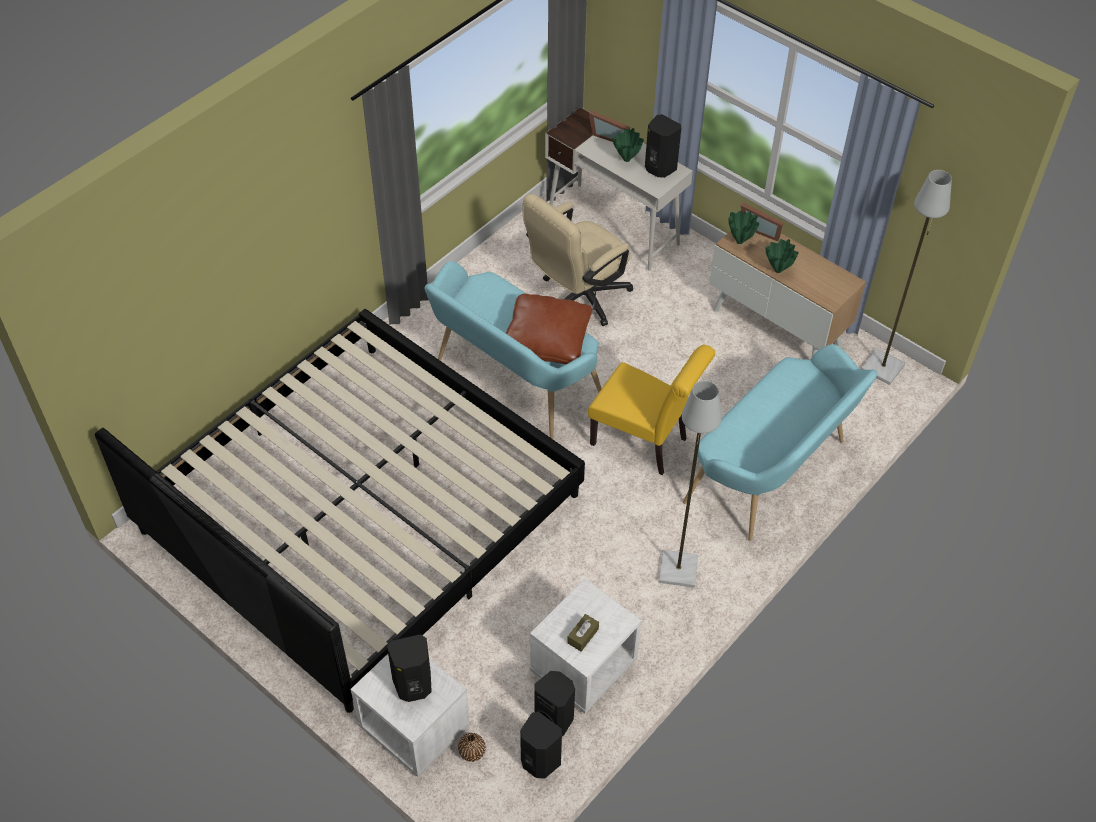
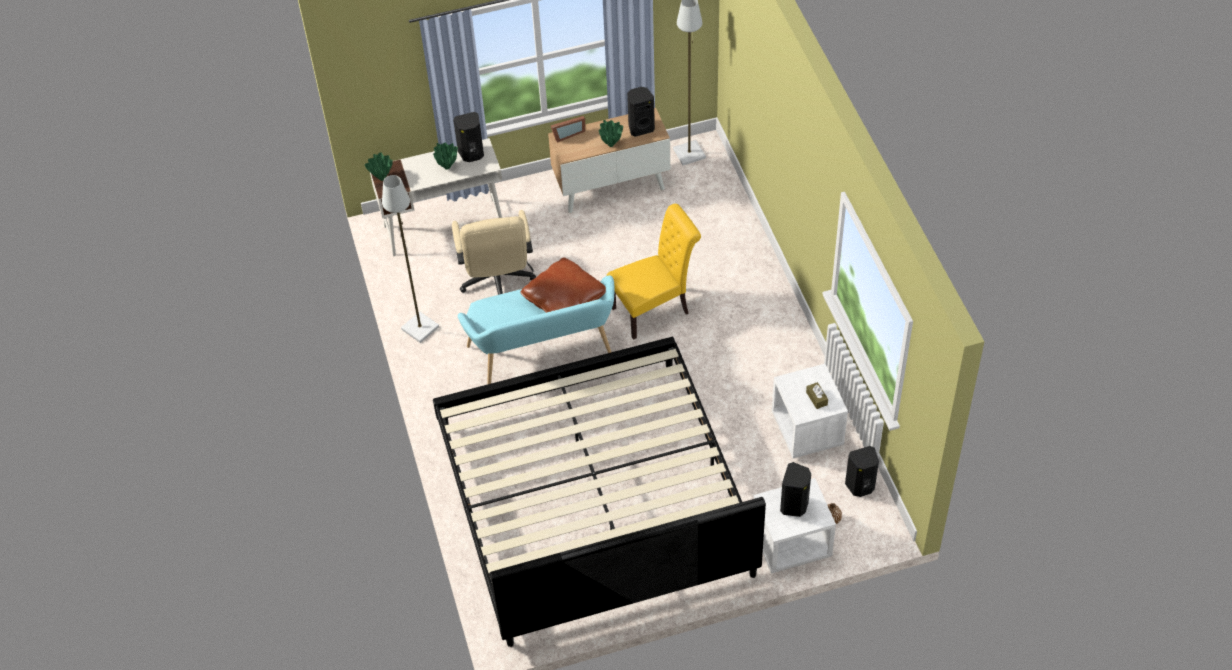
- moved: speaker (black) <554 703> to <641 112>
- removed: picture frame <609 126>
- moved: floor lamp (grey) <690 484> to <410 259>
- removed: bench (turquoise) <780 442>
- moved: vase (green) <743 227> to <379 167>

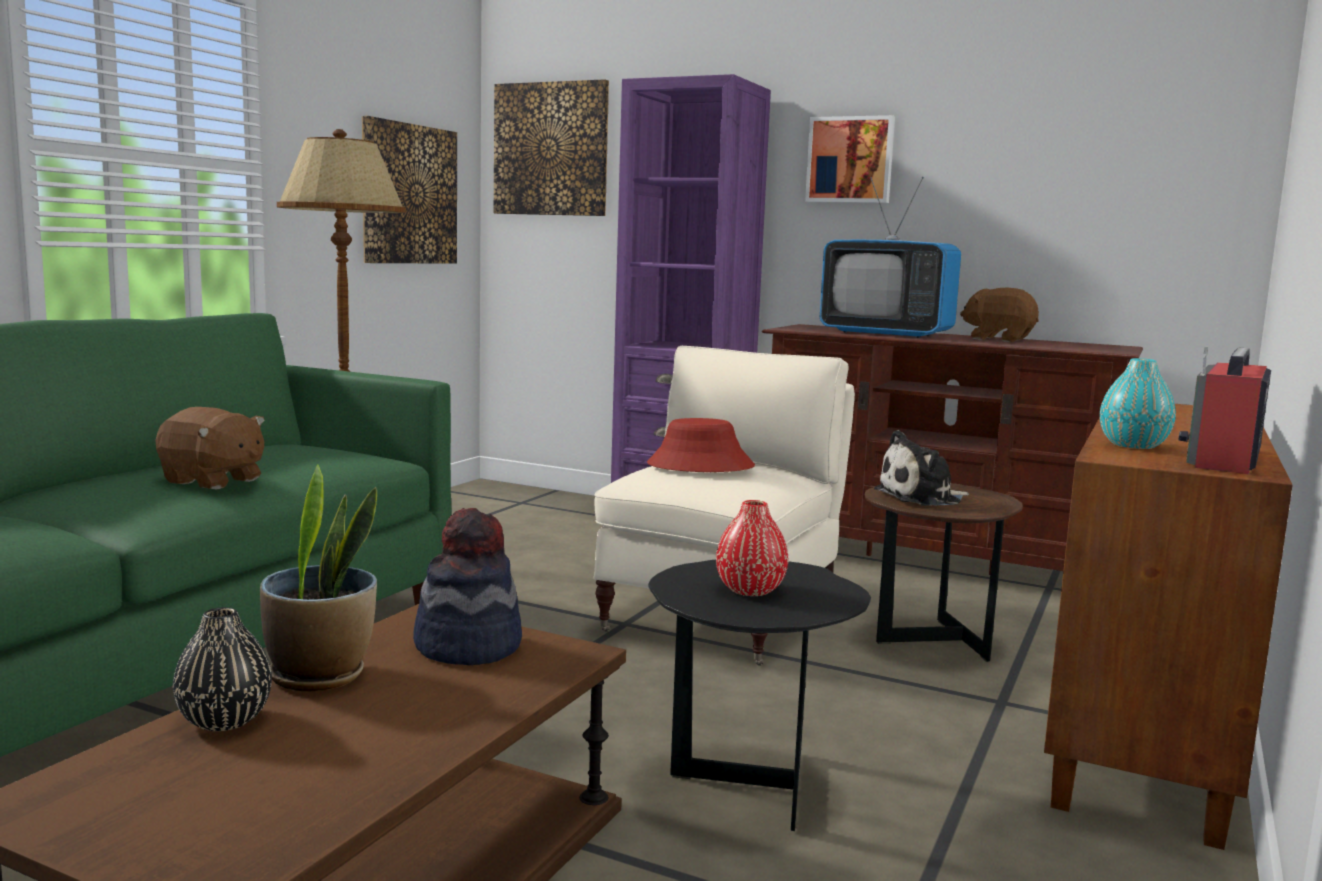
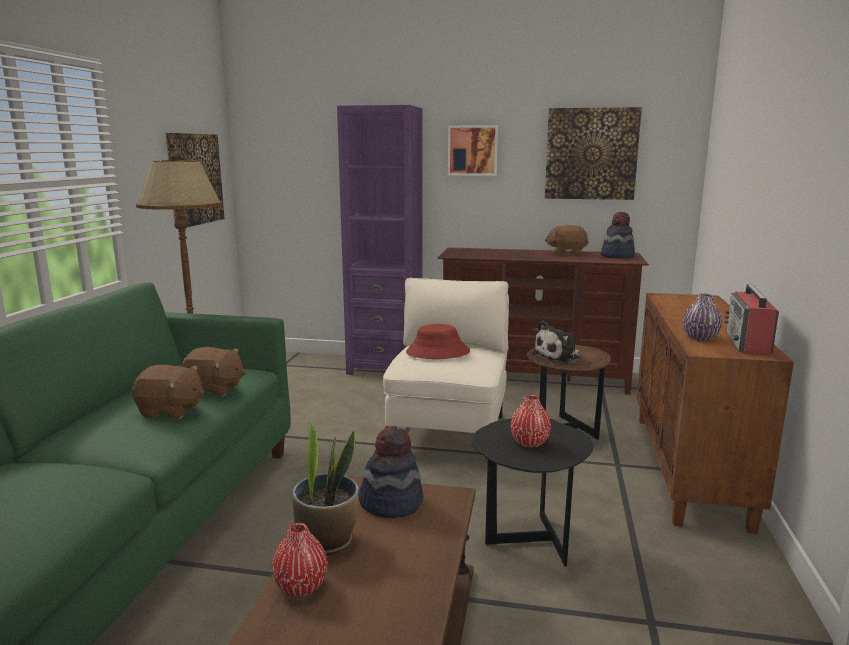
- recoloured: vase (black) <222 669> to vase (red) <299 559>
- moved: picture <551 147> to <593 153>
- removed: television <890 257>
- recoloured: vase (turquoise) <1138 403> to vase (purple) <702 317>
- added: plush toy (brown) <212 371>
- added: hat <618 235>

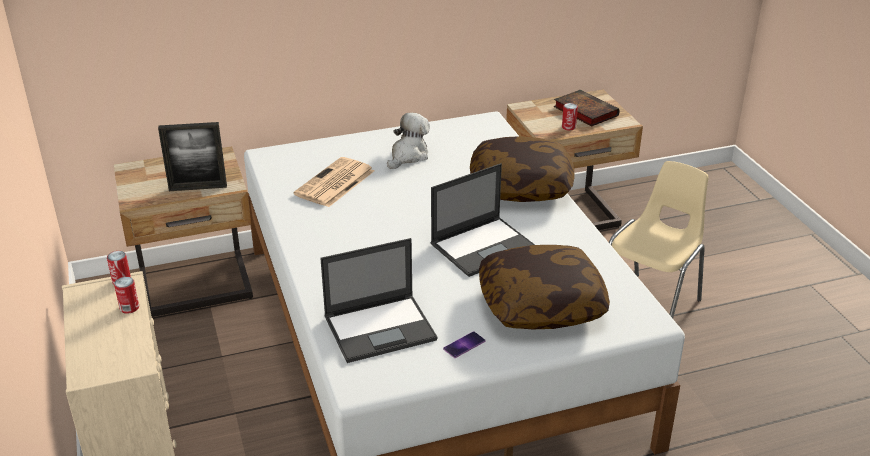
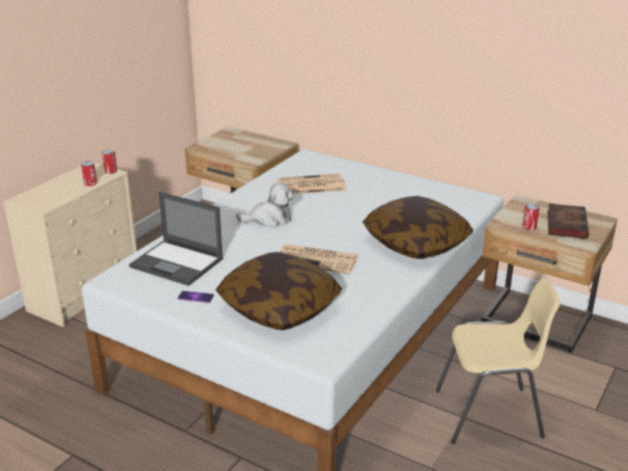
- removed: picture frame <192 156>
- moved: plush toy <408 141> to <265 205>
- replaced: laptop <483 220> to newspaper <319 259>

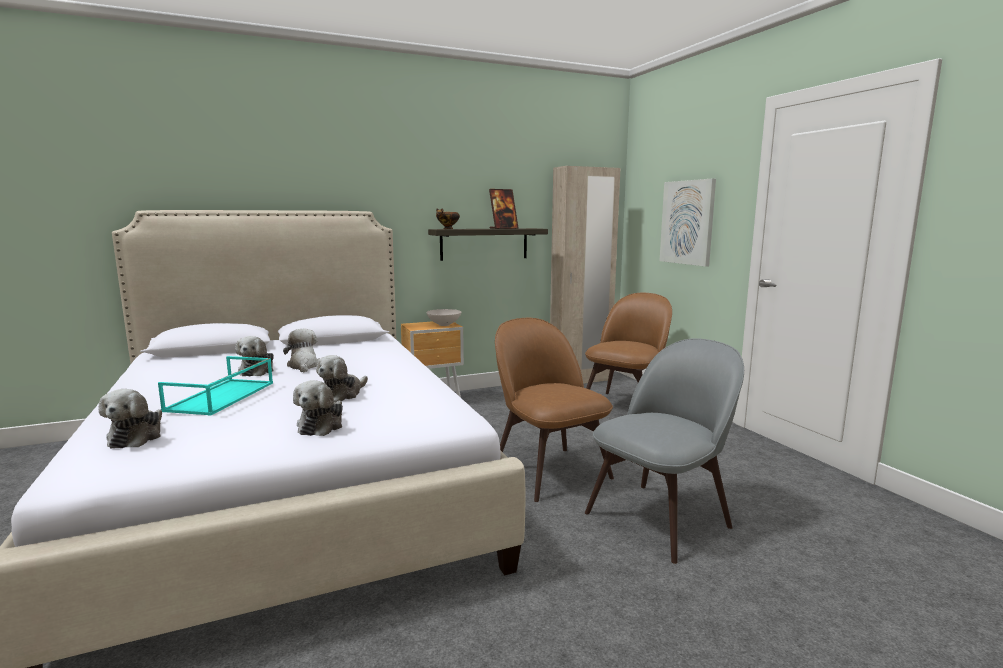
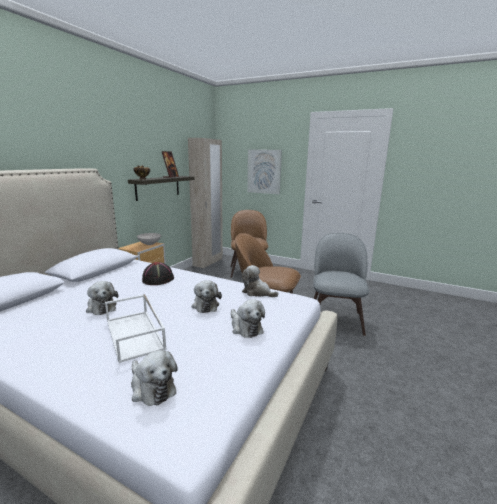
- recoloured: tray (turquoise) <215 386> to tray (white) <135 328>
- moved: plush toy <301 350> to <260 281>
- added: hat (black) <158 273>

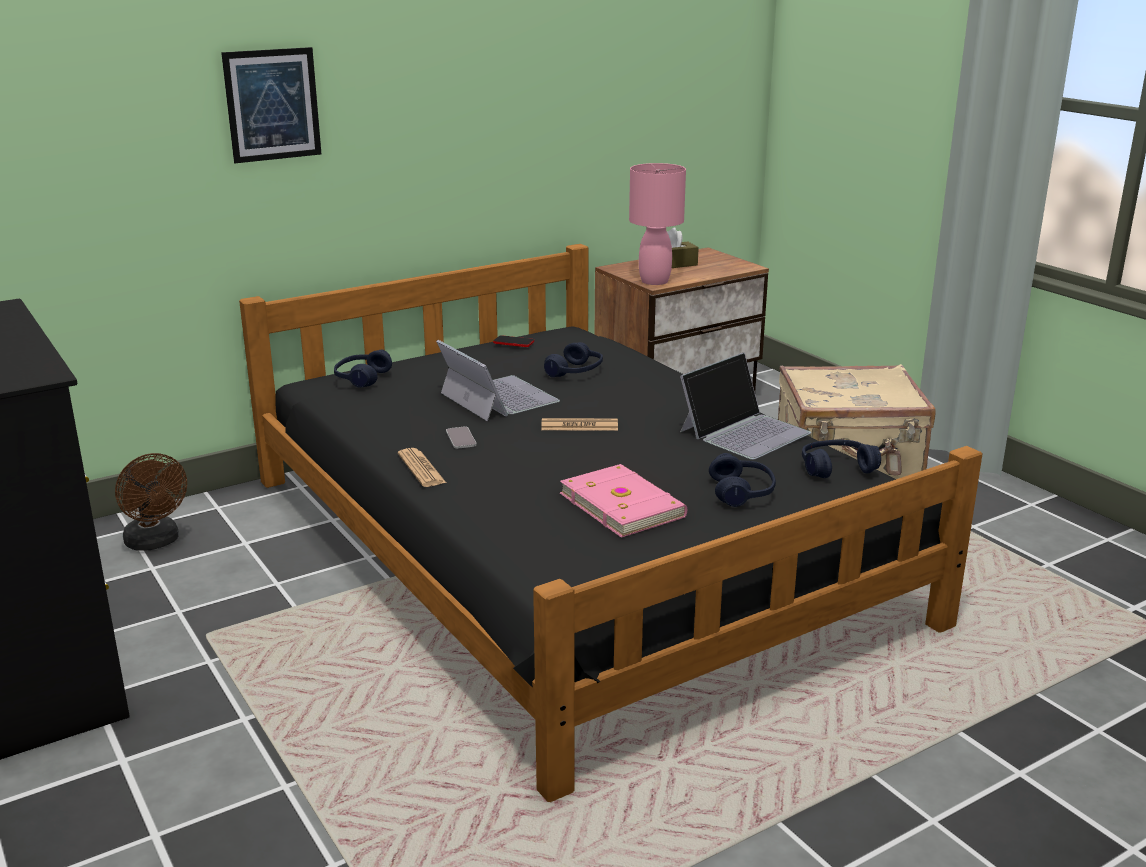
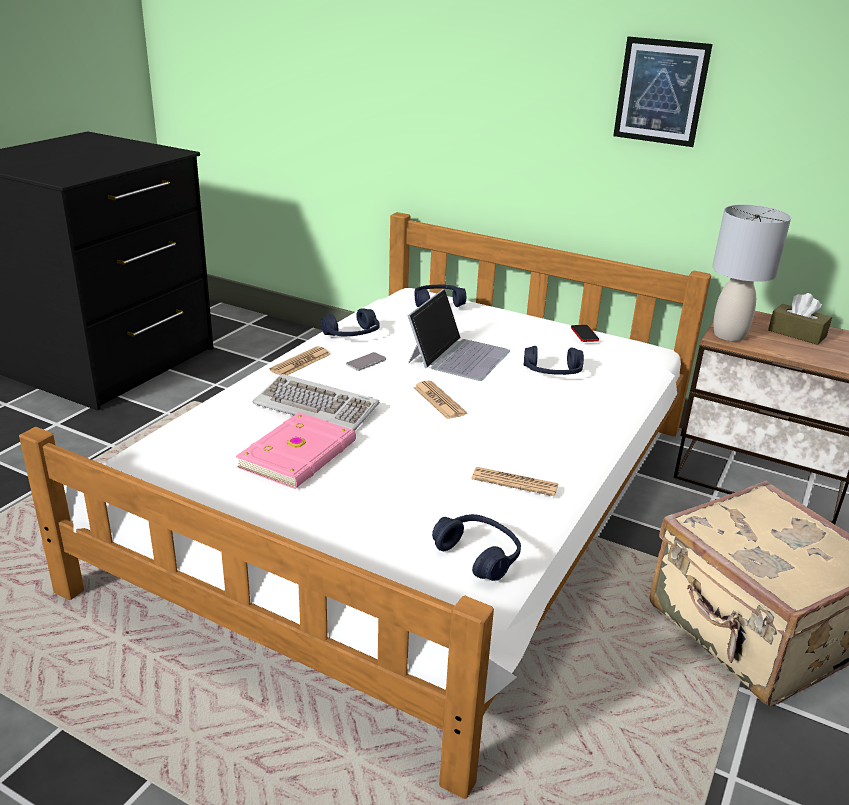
- removed: fan (brown) <151 502>
- moved: picture <271 105> to <663 91>
- recoloured: bed (black) <611 523> to bed (white) <365 505>
- recoloured: table lamp (pink) <657 224> to table lamp (grey) <751 272>
- replaced: laptop <745 406> to newspaper <514 481>
- moved: headphones (blue) <742 480> to <350 322>
- added: keyboard <316 402>

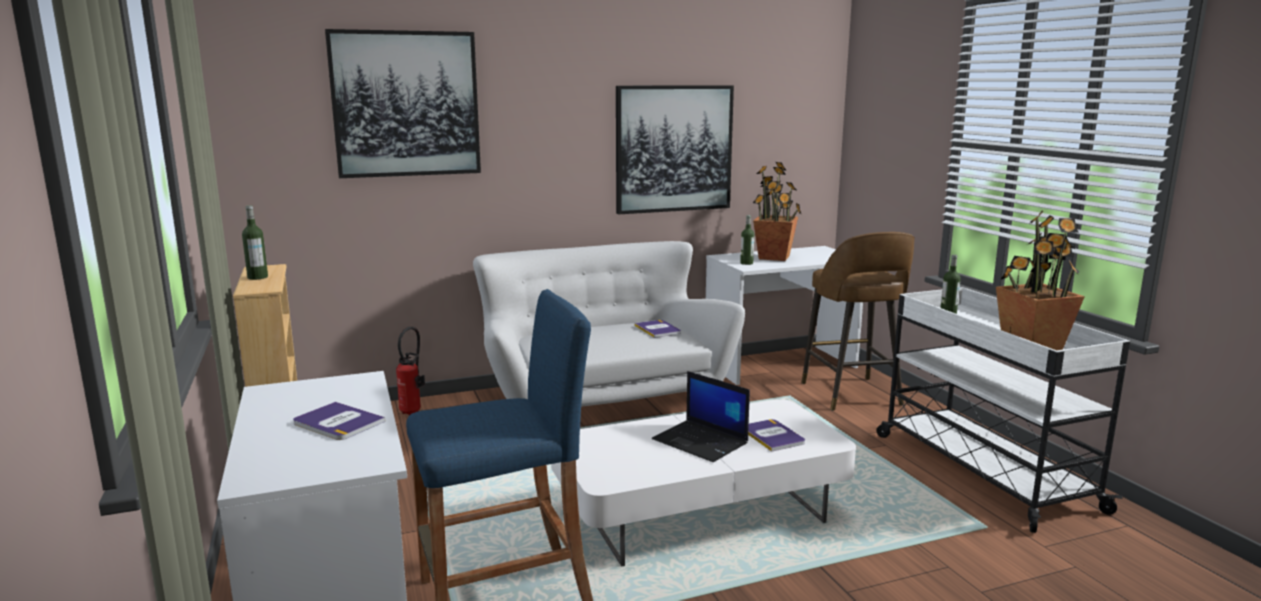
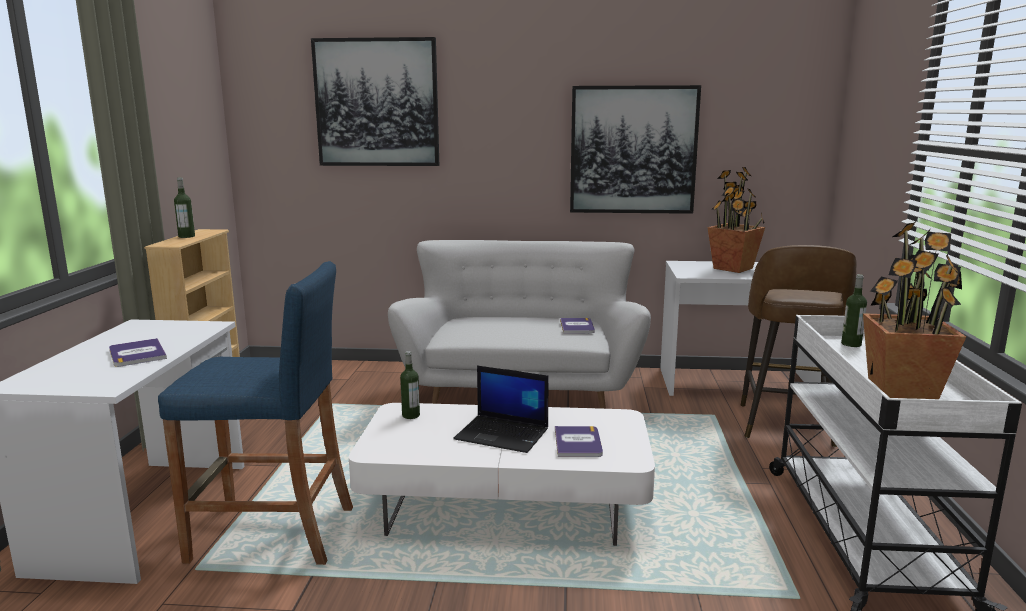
- removed: fire extinguisher <410 371>
- turned: laptop <701 416> = <501 409> 45 degrees counterclockwise
- moved: bottle <747 240> to <410 385>

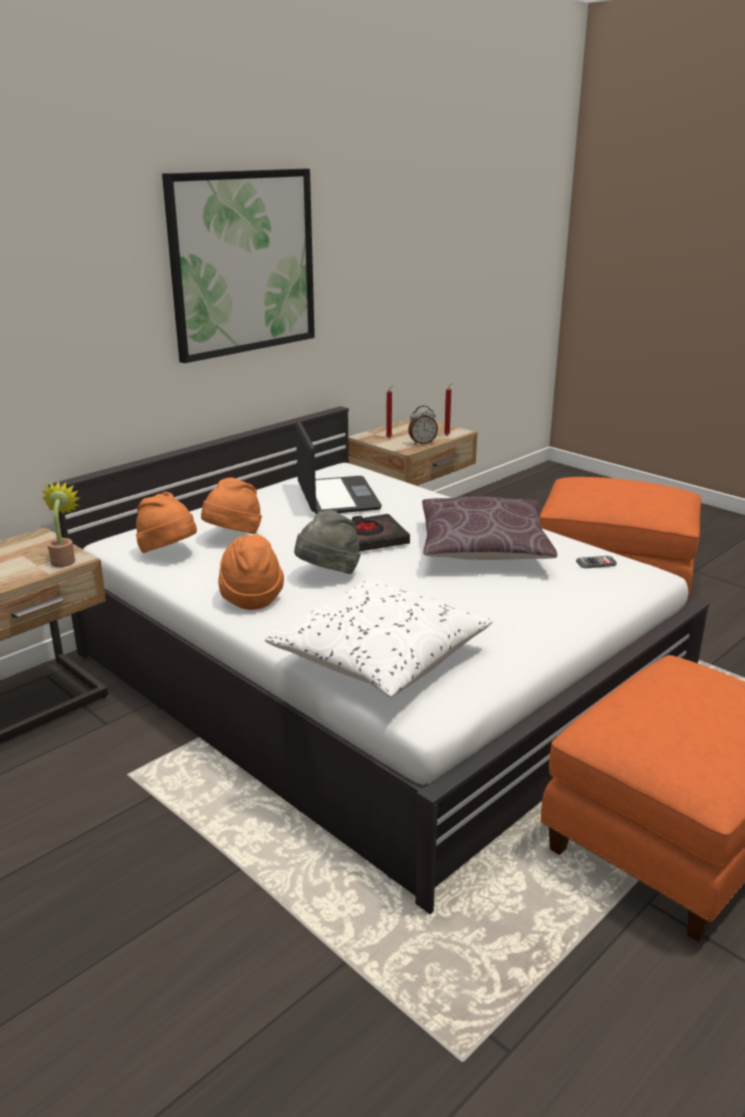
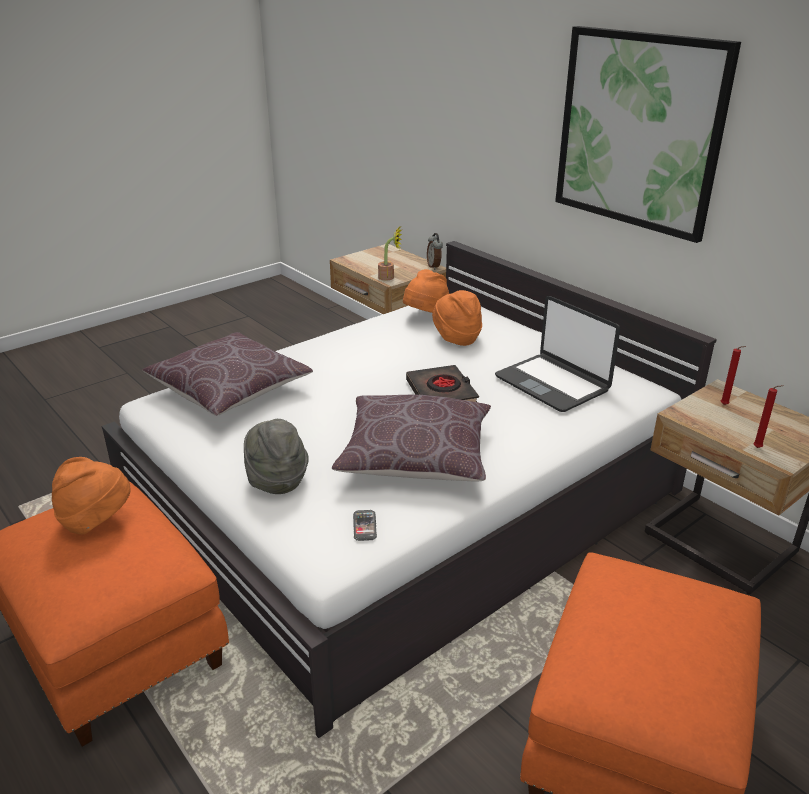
- moved: hat (orange) <251 572> to <91 496>
- recoloured: pillow (white) <379 637> to pillow (brown) <227 374>
- moved: hat (grey) <327 542> to <276 456>
- turned: laptop <339 467> = <557 354> 60 degrees clockwise
- moved: alarm clock <423 425> to <435 251>

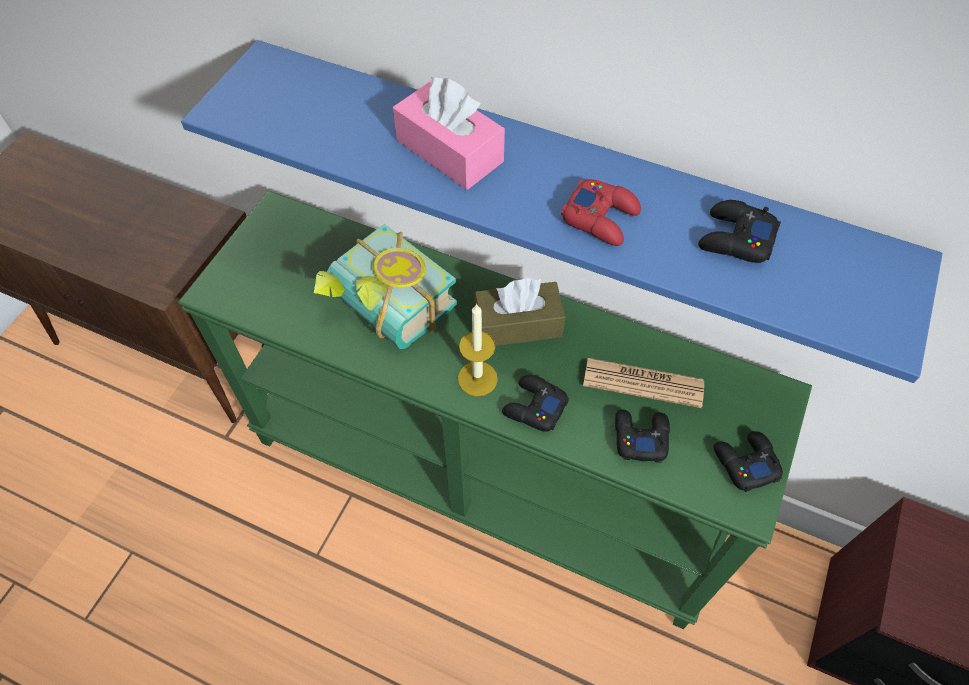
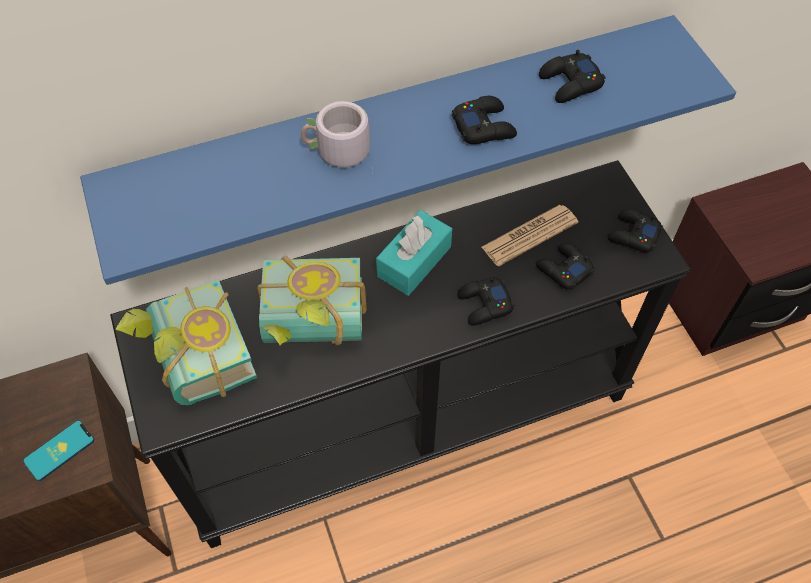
- recoloured: console table (green) <495 410> to console table (black) <400 354>
- replaced: tissue box (pink) <449 133> to mug (grey) <337 138>
- removed: candle <478 349>
- recoloured: tissue box (brown) <519 312> to tissue box (turquoise) <414 253>
- recoloured: game controller (red) <601 212> to game controller (black) <484 120>
- added: phone <59 450>
- added: book <186 342>

